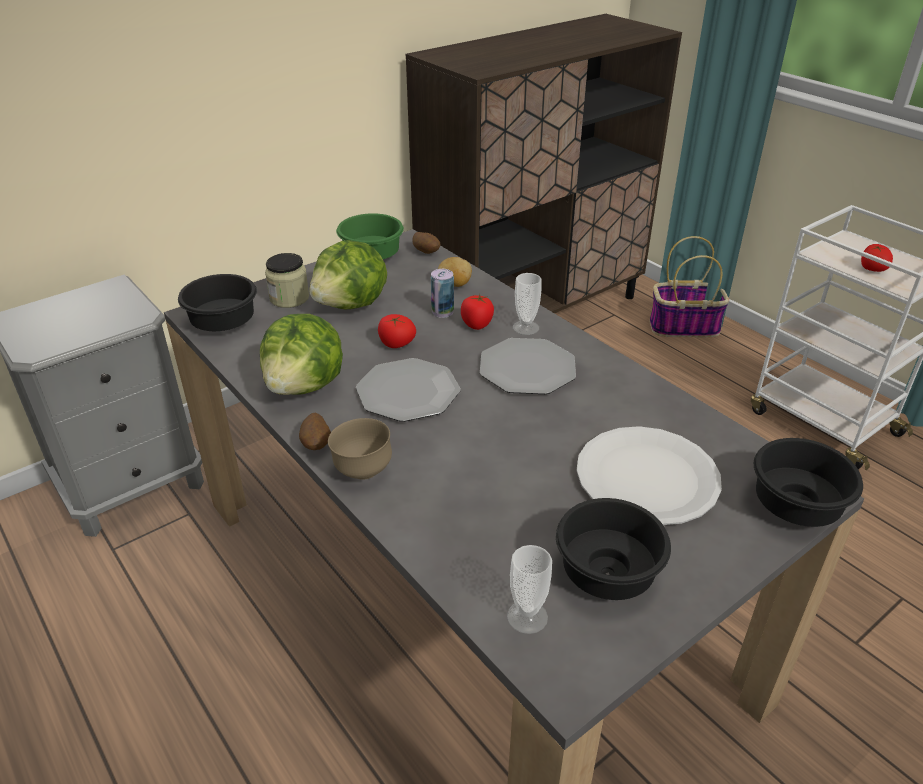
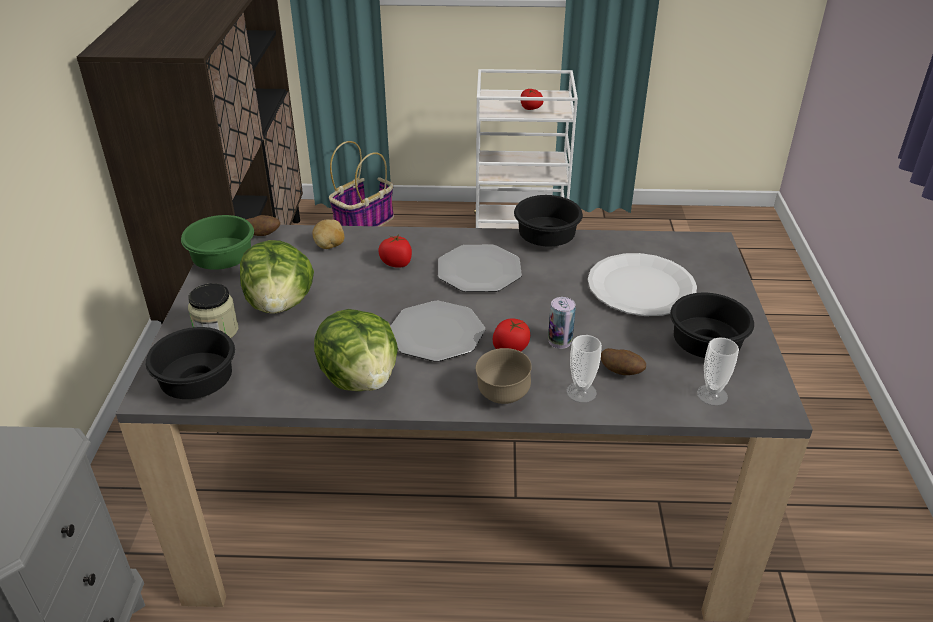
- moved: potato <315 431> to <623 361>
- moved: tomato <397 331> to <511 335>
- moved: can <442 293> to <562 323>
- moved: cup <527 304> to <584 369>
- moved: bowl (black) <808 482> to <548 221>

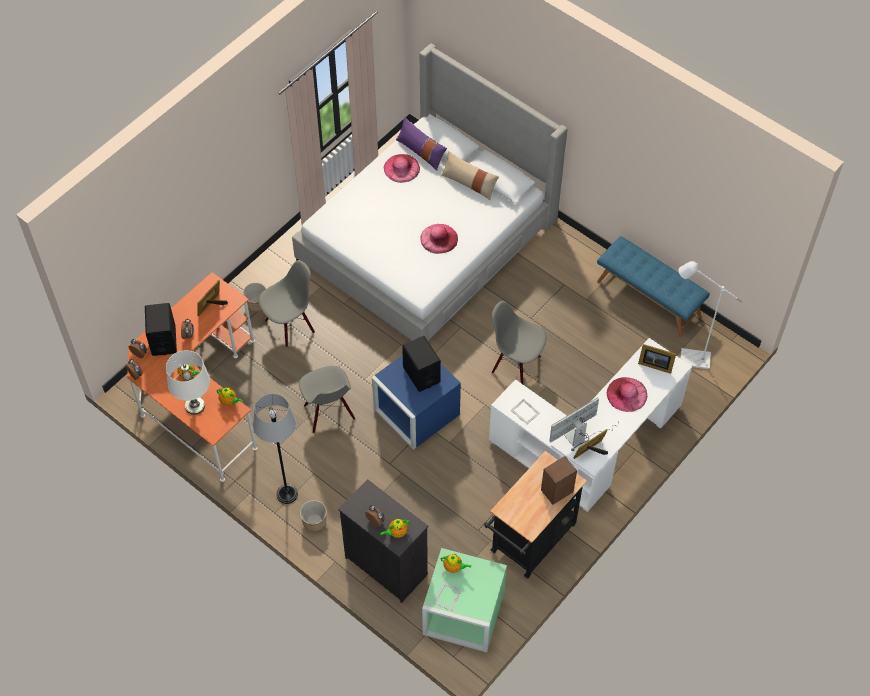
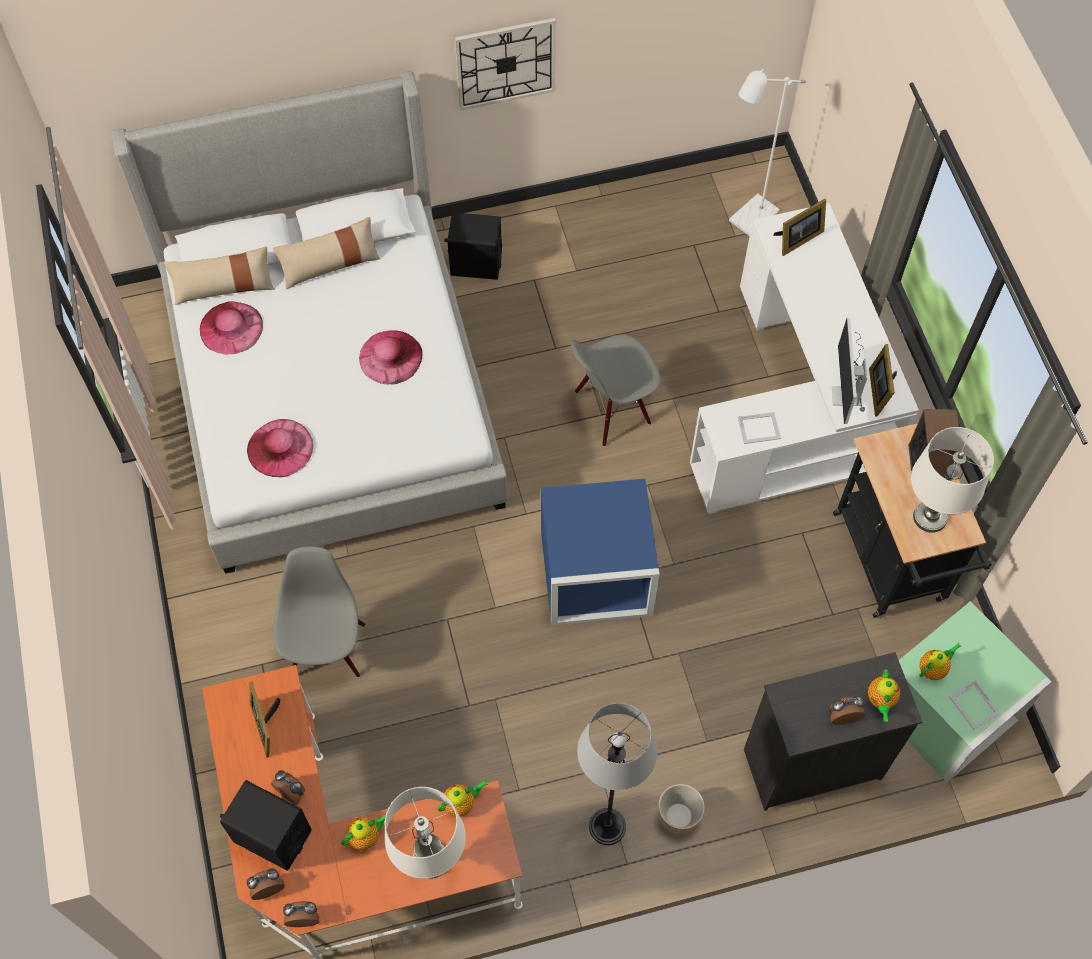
- removed: planter <254 297>
- removed: chair (grey) <327 399>
- recoloured: pillow (purple) <421 144> to pillow (beige) <219 275>
- moved: speaker (black) <421 364> to <473 246>
- removed: bench (blue) <653 286>
- moved: hat (pink) <627 394> to <280 448>
- added: wall clock <505 64>
- added: table lamp (white) <952 480>

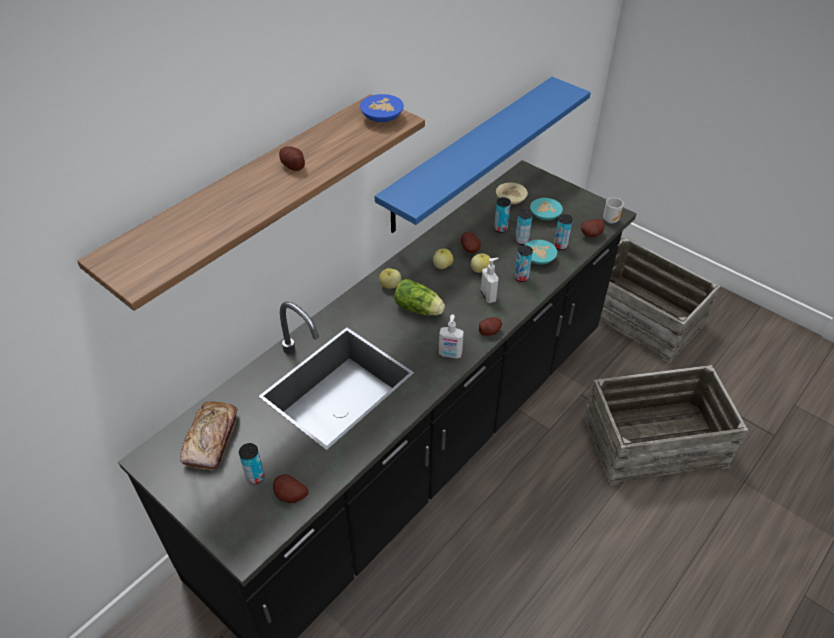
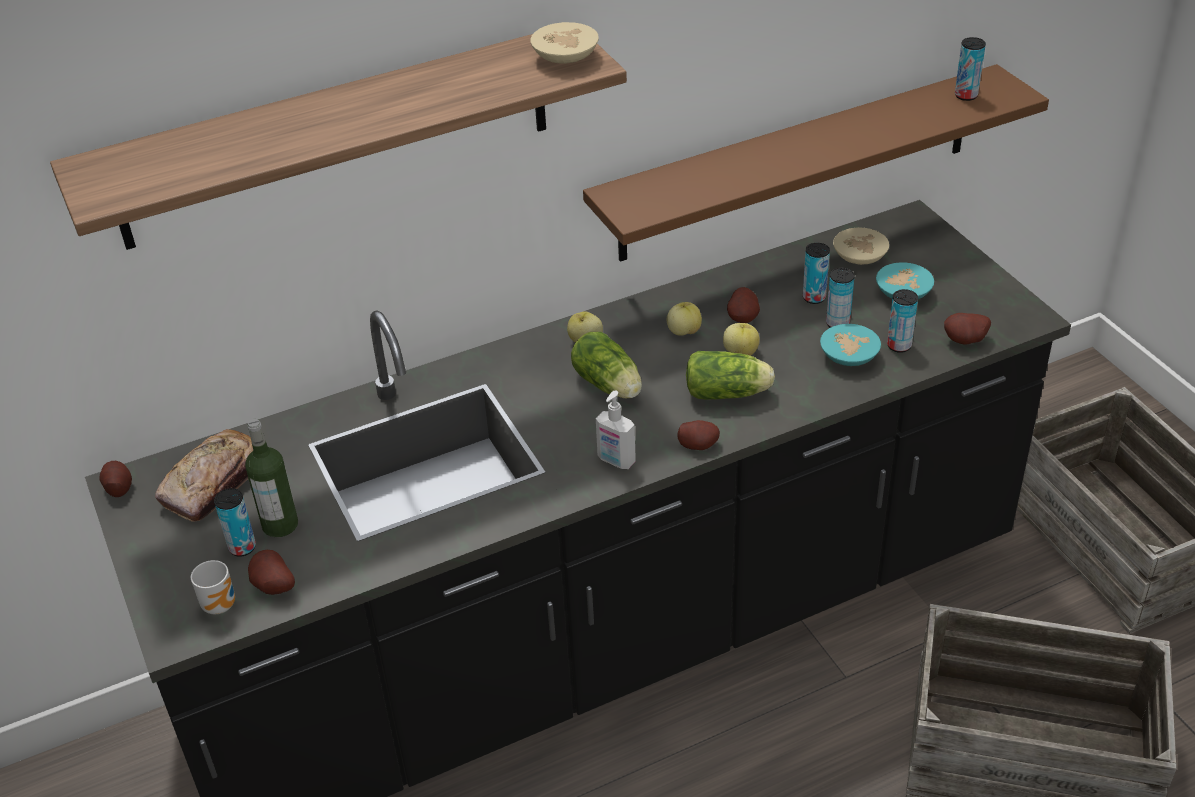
- moved: potato <292 158> to <116 479>
- recoloured: bowl (blue) <382 108> to bowl (beige) <564 43>
- recoloured: shelf (blue) <483 155> to shelf (brown) <816 163>
- replaced: soap dispenser <490 280> to lettuce <730 375>
- moved: can <523 263> to <970 69>
- moved: mug <613 211> to <213 587>
- added: bottle <271 478>

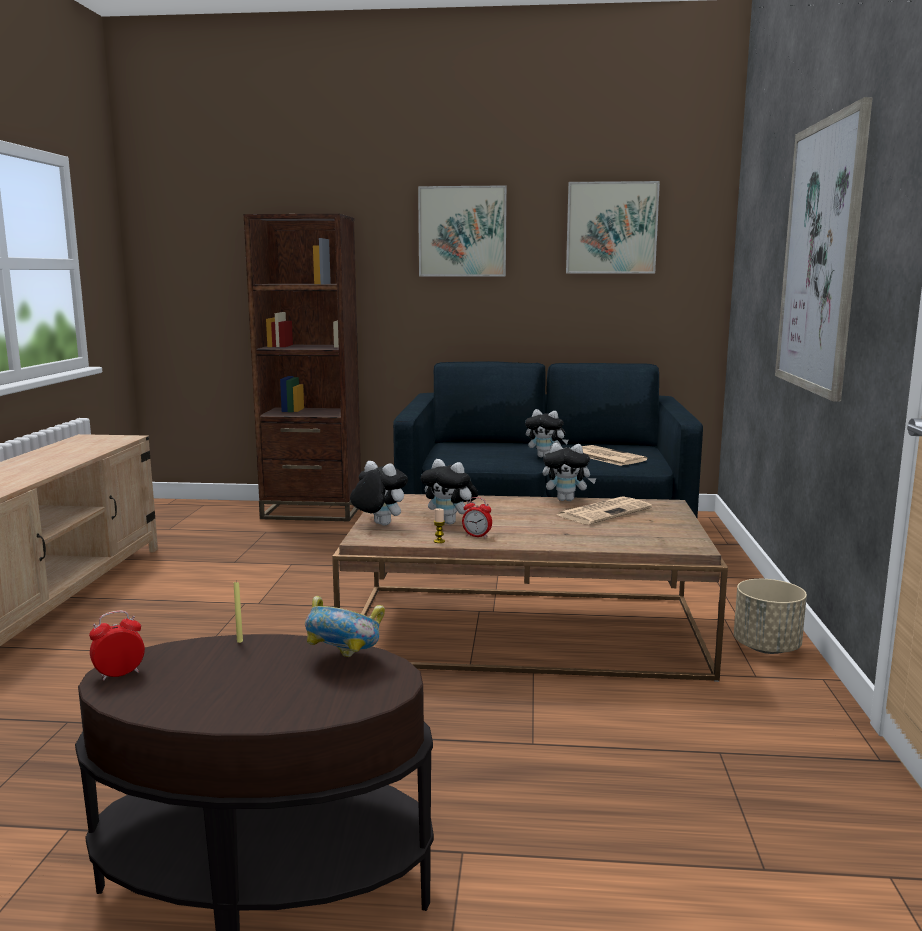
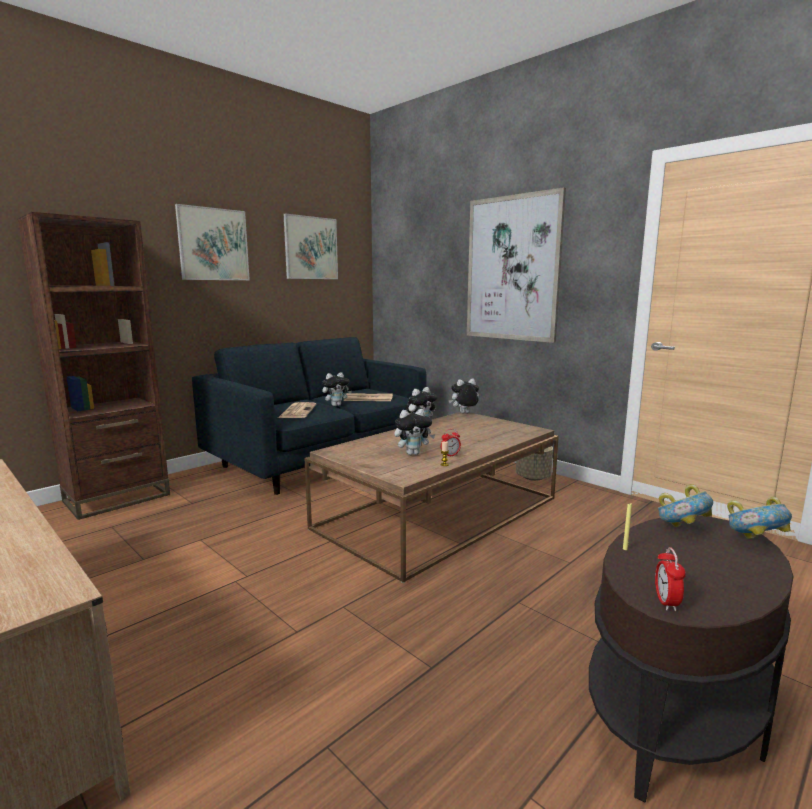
- moved: plush toy <379 493> to <464 396>
- moved: newspaper <604 510> to <297 410>
- added: bowl <759 518>

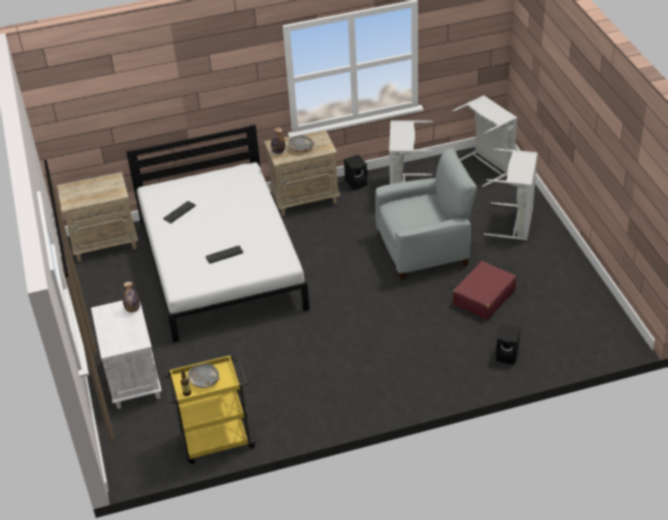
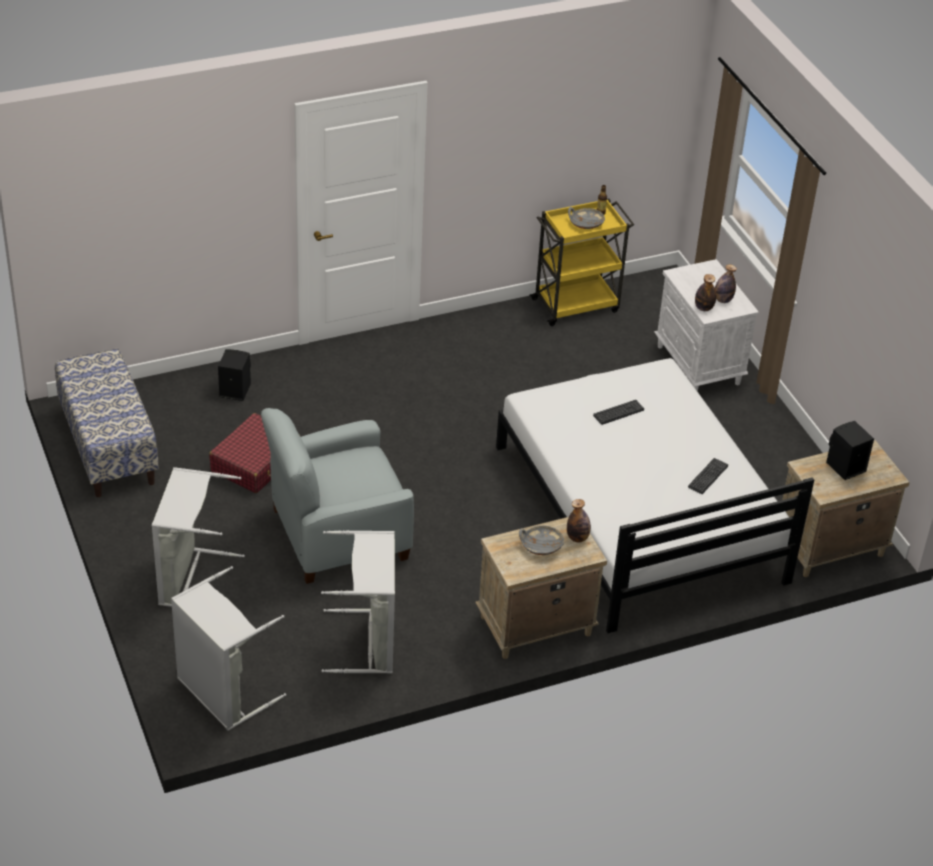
- moved: speaker (black) <356 172> to <850 450>
- added: bench <107 423>
- added: bottle <726 283>

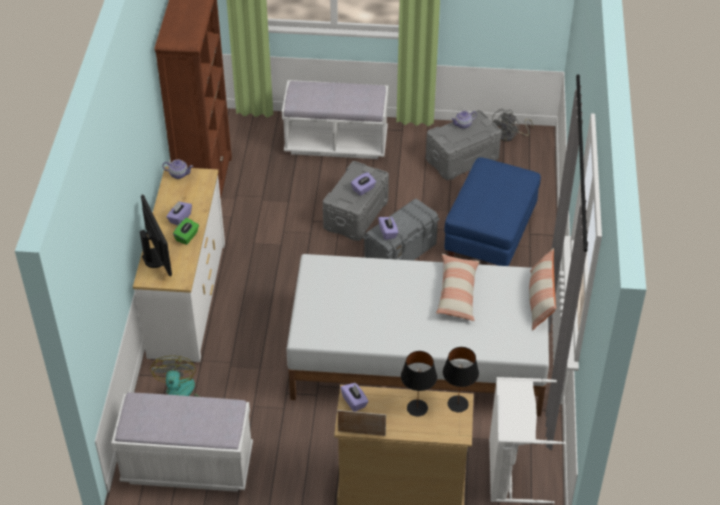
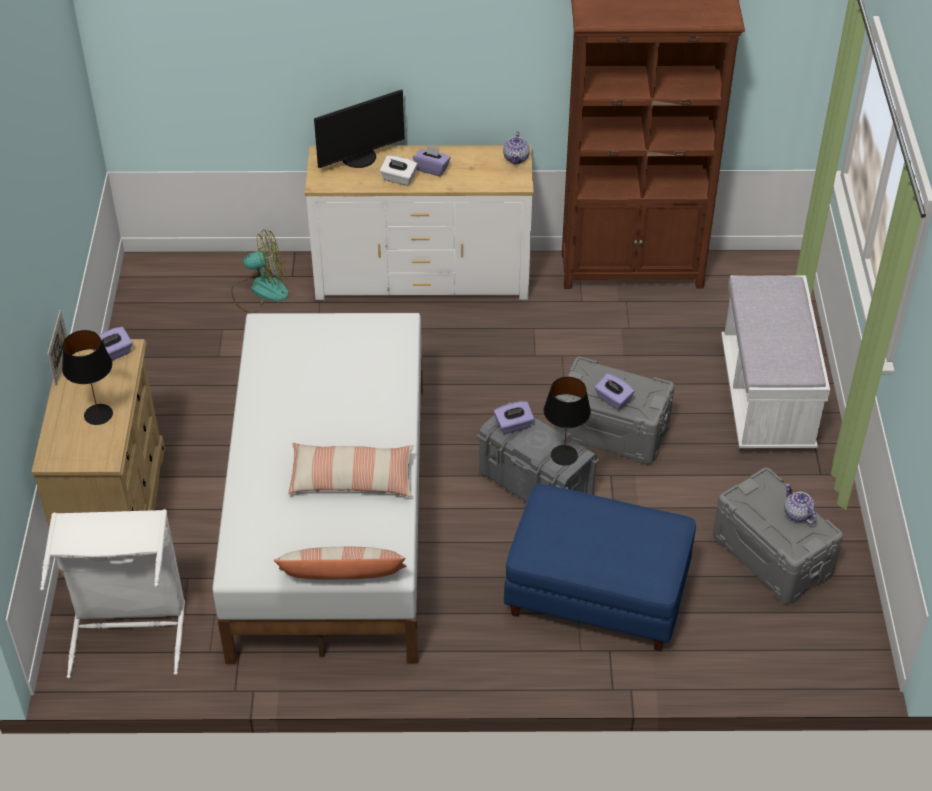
- removed: bench (white) <182 442>
- recoloured: tissue box (green) <186 231> to tissue box (white) <398 170>
- moved: table lamp (black) <461 379> to <567 421>
- removed: fan (grey) <512 125>

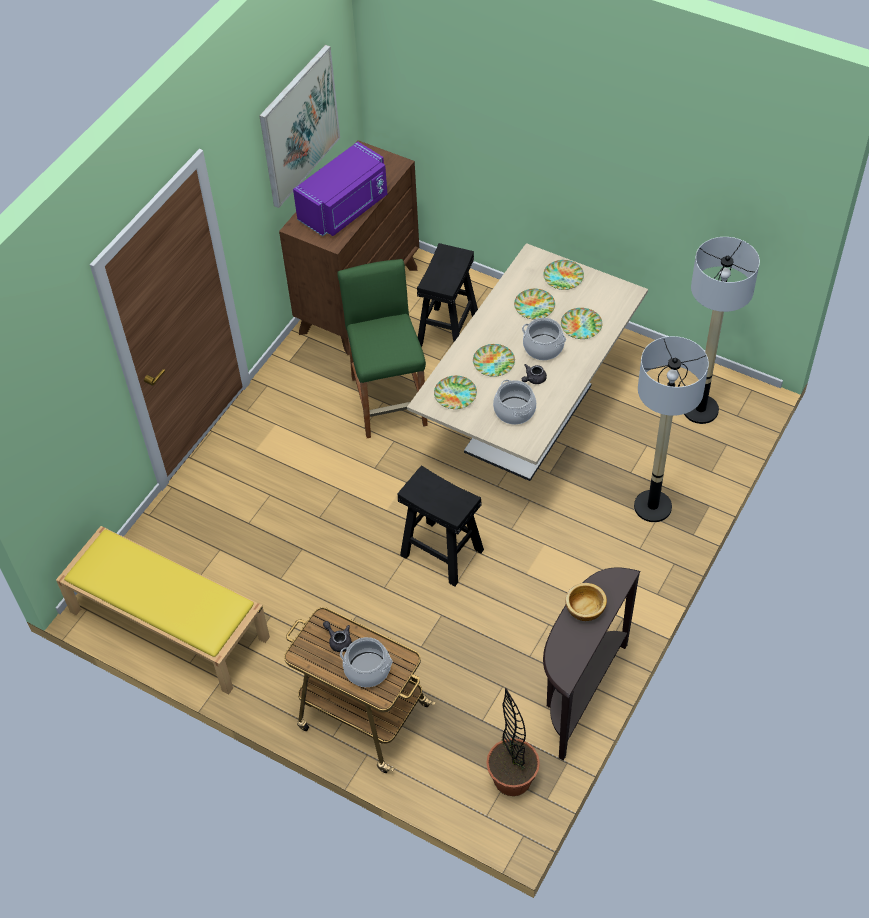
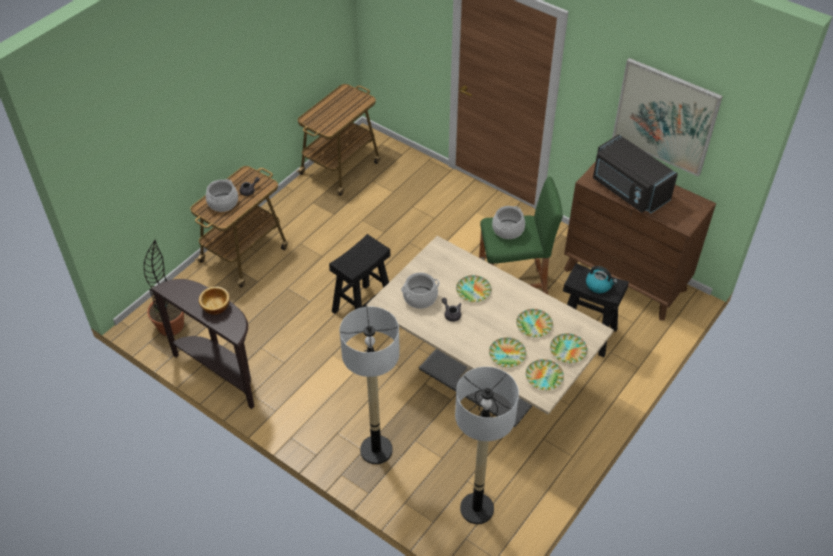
- replaced: bench (yellow) <163 610> to cart <338 140>
- recoloured: microwave (purple) <340 189> to microwave (black) <635 173>
- moved: plate <455 392> to <545 374>
- moved: cooking pot <544 339> to <508 222>
- added: kettle <601 279>

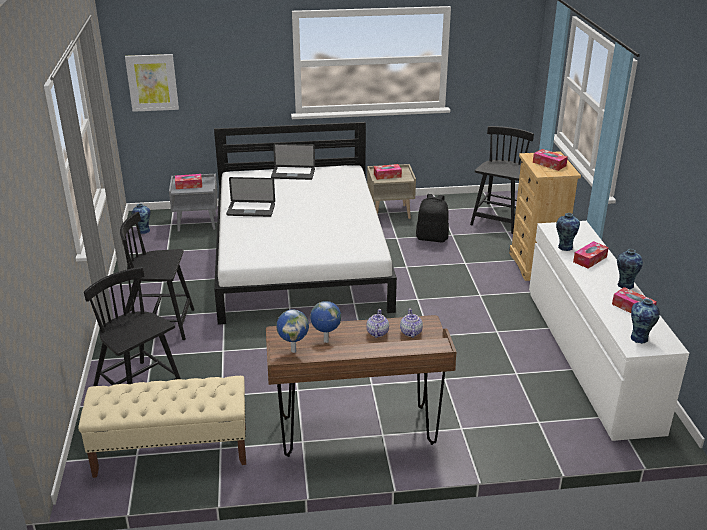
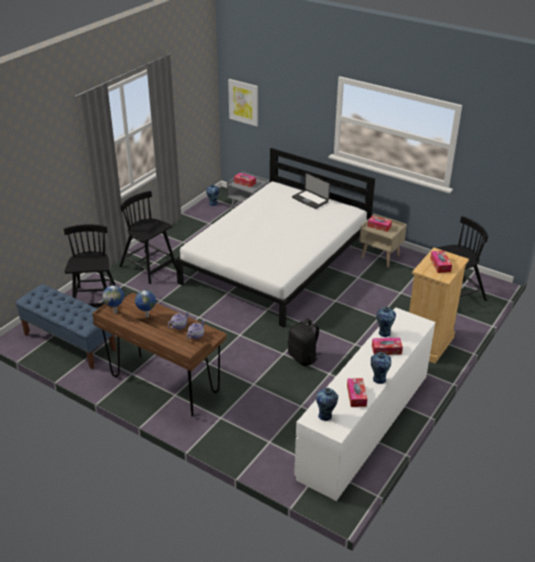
- recoloured: bench (beige) <162 427> to bench (blue) <65 326>
- removed: laptop <250 197>
- moved: backpack (black) <432 218> to <304 342>

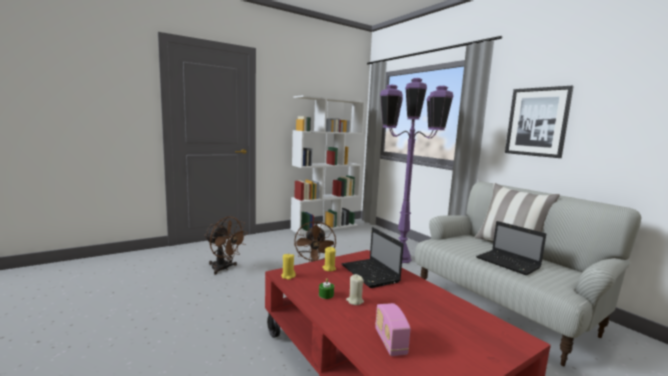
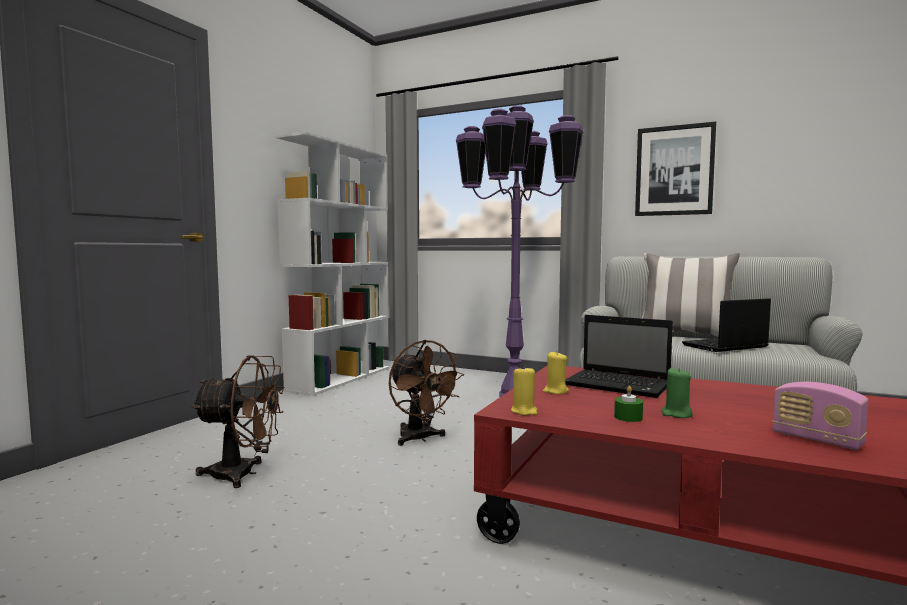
- recoloured: candle (beige) <355 289> to candle (green) <677 392>
- turned: laptop <511 248> = <726 325> 135 degrees clockwise

